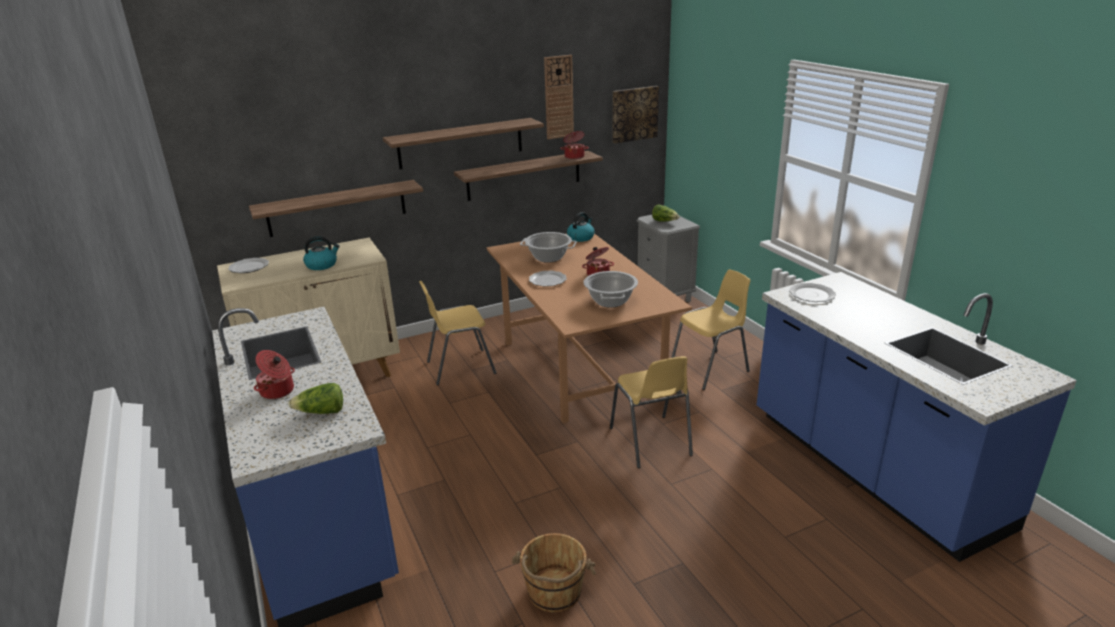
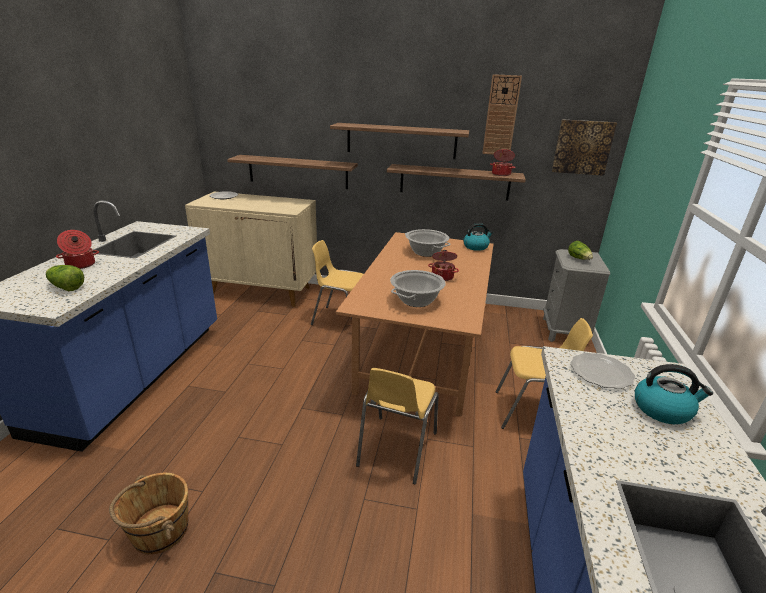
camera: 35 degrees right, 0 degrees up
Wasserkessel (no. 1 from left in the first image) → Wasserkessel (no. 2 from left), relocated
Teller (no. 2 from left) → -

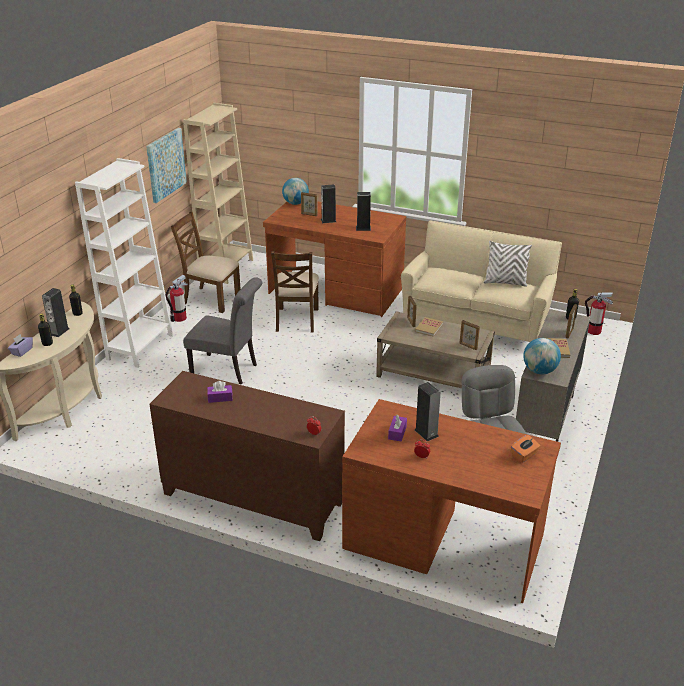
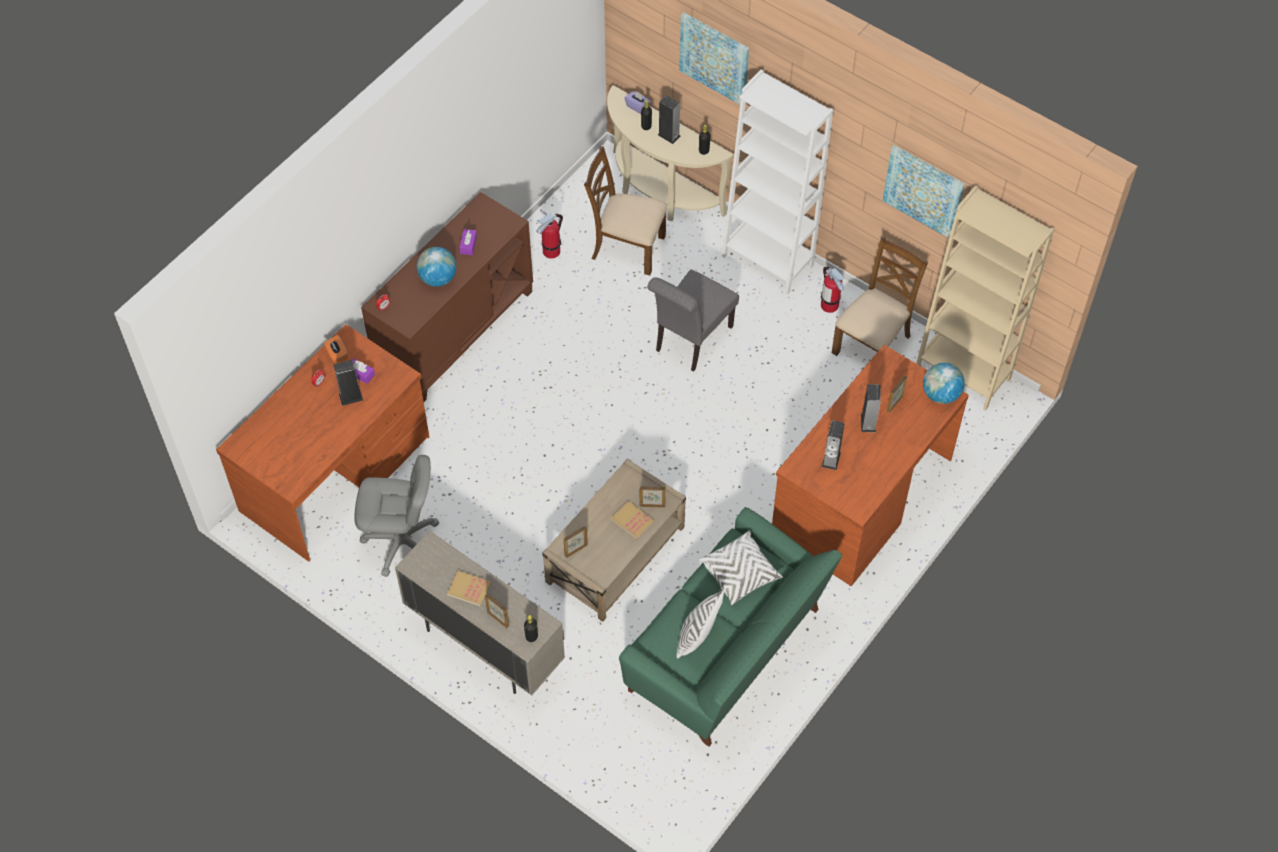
camera: 105 degrees right, 25 degrees up
Sofa (beige) → Sofa (grün)
Stuhl (braun) (no. 2 from left in the first image) → Stuhl (braun) (no. 1 from left), relocated
Feuerlöscher (no. 2 from left in the first image) → Feuerlöscher (no. 1 from left), relocated
Globus (no. 2 from left in the first image) → Globus (no. 1 from left), relocated
Taschentuchbox (orange), relocated
- → Bild (no. 1 from left)
- → Kissen (weiß) (no. 2 from left)

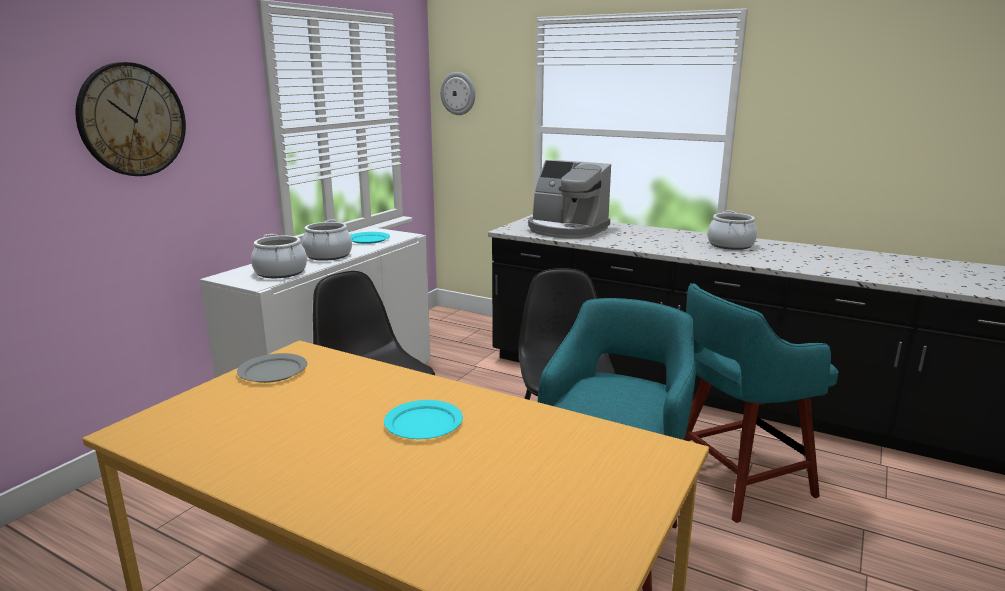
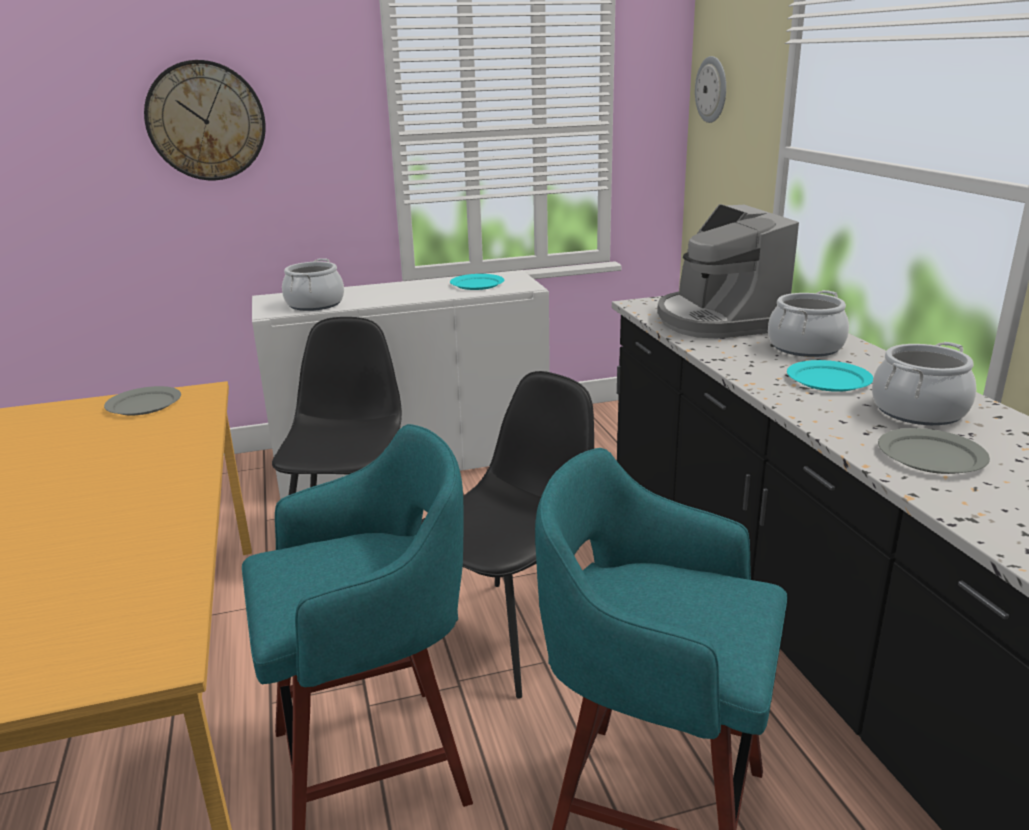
camera: 45 degrees right, 5 degrees up
Kochtopf (no. 2 from left), relocated
Teller (türkis) (no. 2 from left), relocated
- → Teller (grau) (no. 2 from left)

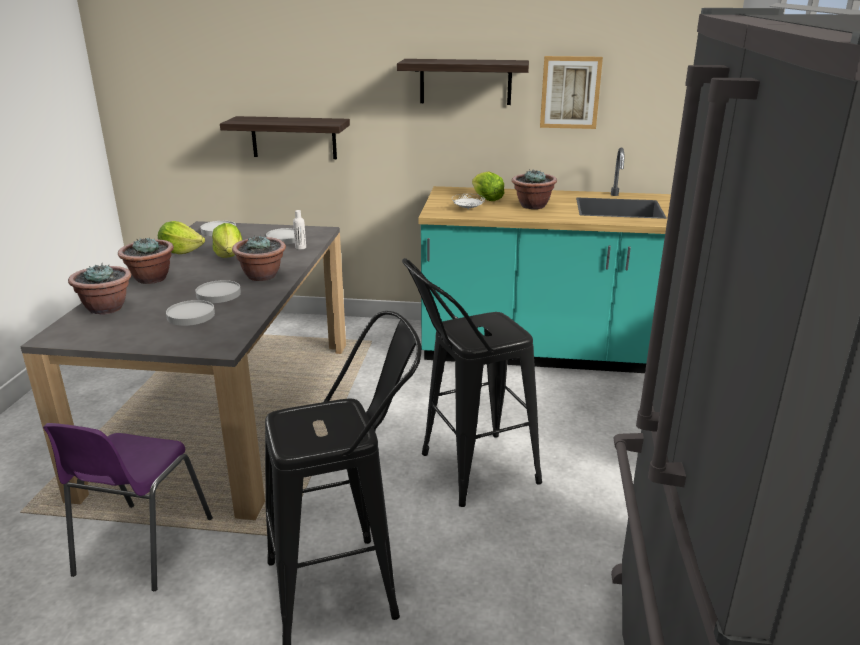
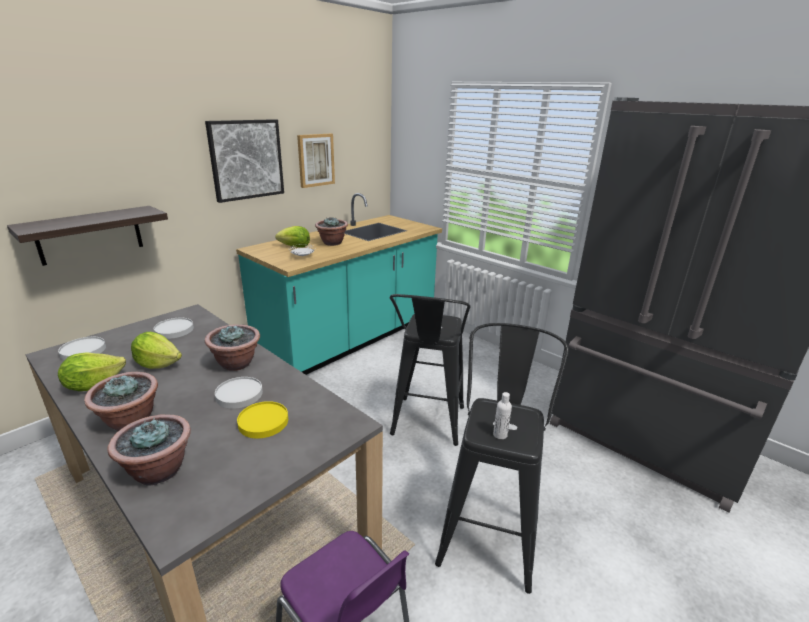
camera: 55 degrees left, 0 degrees up
Wandregal (no. 2 from left) → Bild (no. 1 from left)
Flasche (weiß), relocated
Teller (weiß) (no. 1 from left) → Teller (gelb)

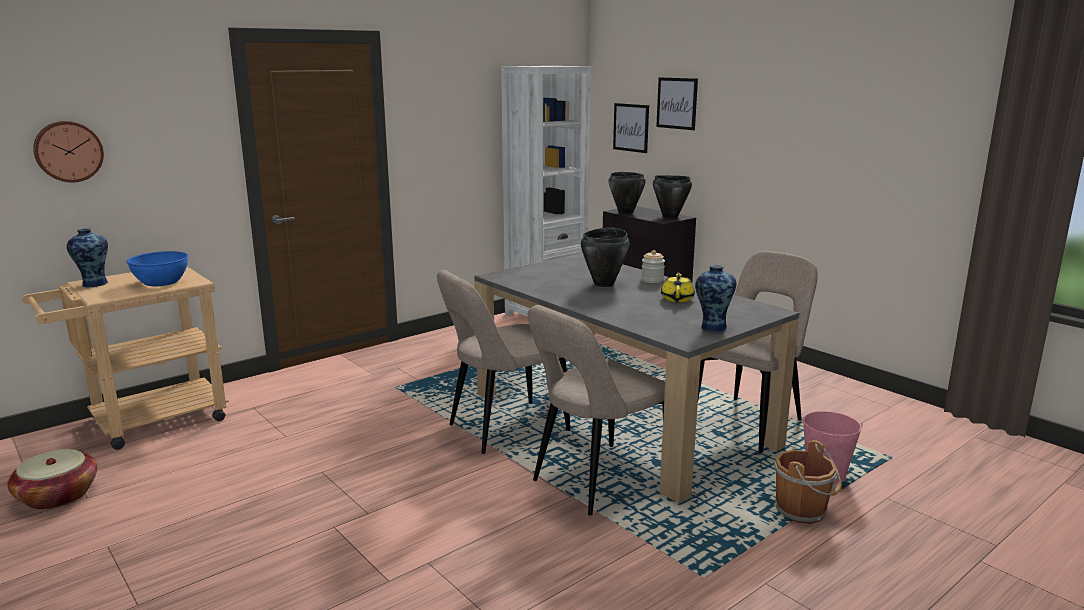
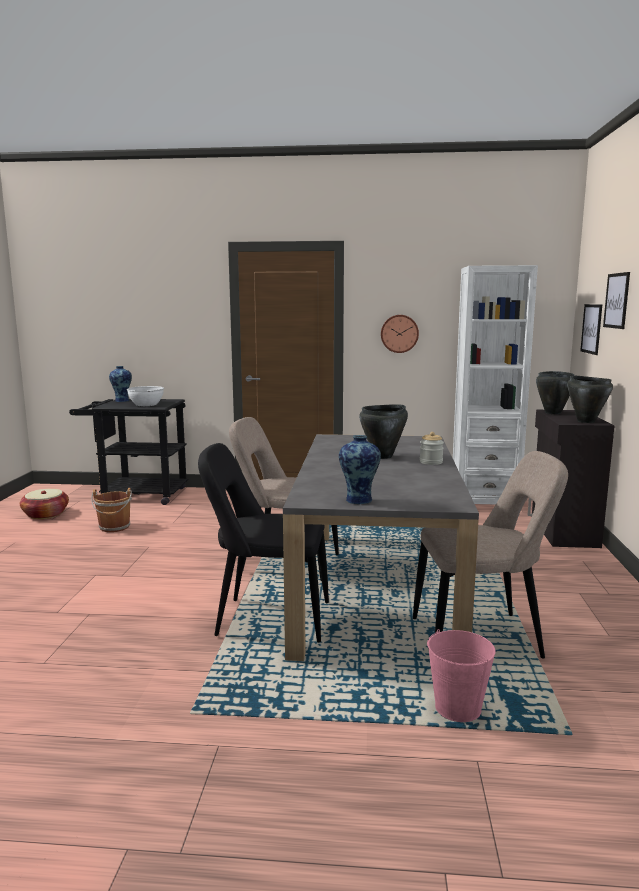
camera: 45 degrees right, 5 degrees down
Wanduhr, relocated
Schüssel (blau) → Schüssel (weiß)
Rollwagen (beige) → Rollwagen (schwarz)
Teekanne (gelb) → -
Stuhl (beige) (no. 2 from left) → Stuhl (schwarz)
Eimer (braun), relocated

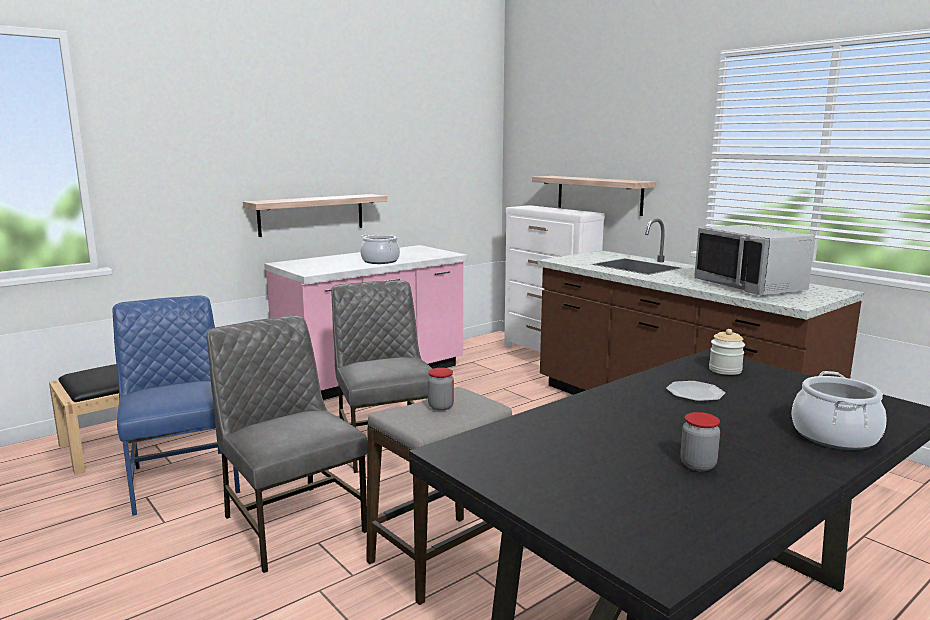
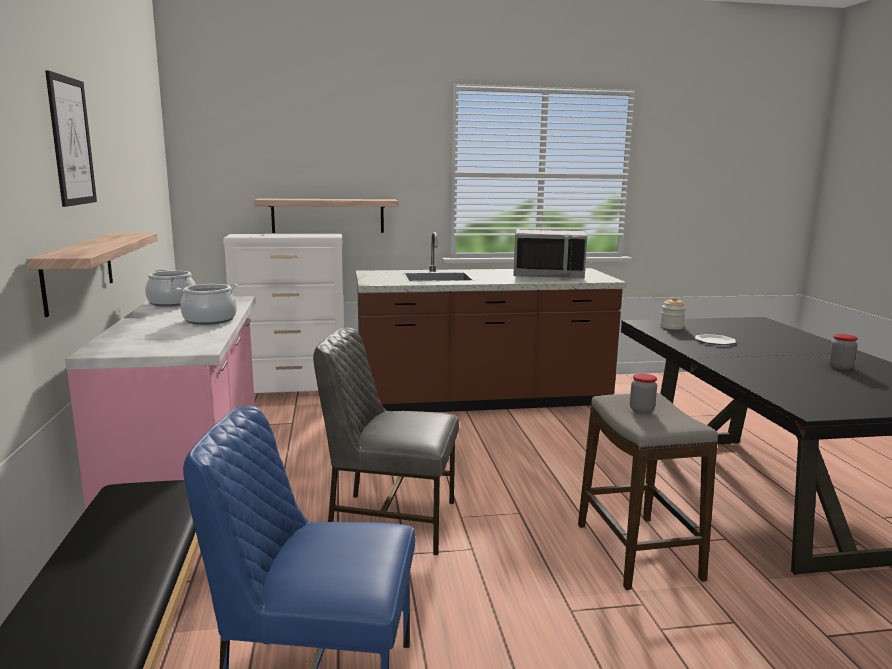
camera: 60 degrees left, 0 degrees up
Stuhl (grau) (no. 1 from left) → -
Kochtopf (no. 2 from left in the first image) → Kochtopf (no. 1 from left), relocated
- → Bild

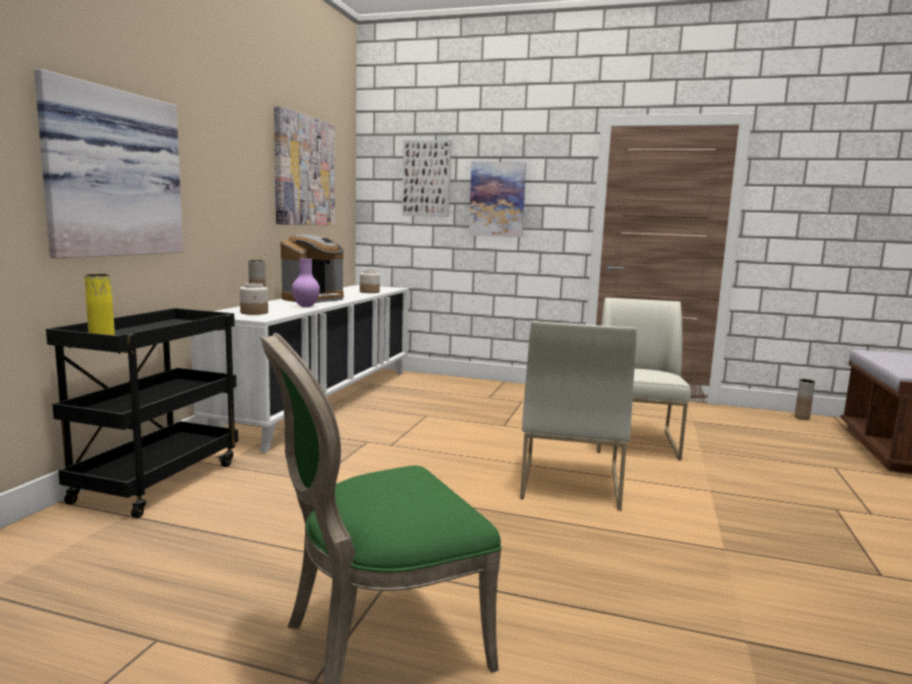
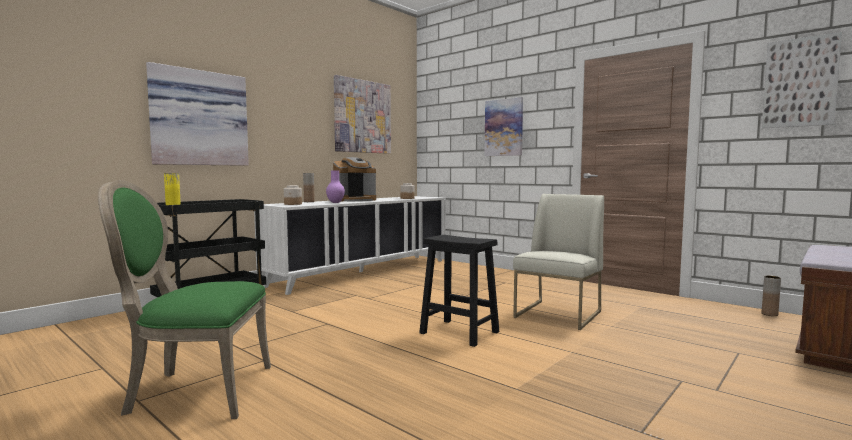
camera: 25 degrees right, 5 degrees down
Bild (no. 3 from left in the first image) → Bild (no. 4 from left), relocated
Stuhl (weiß) (no. 1 from left) → Hocker (schwarz)

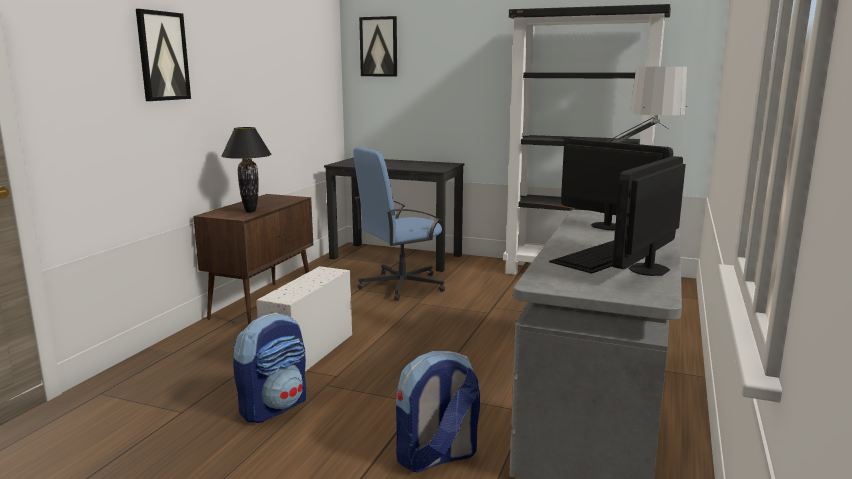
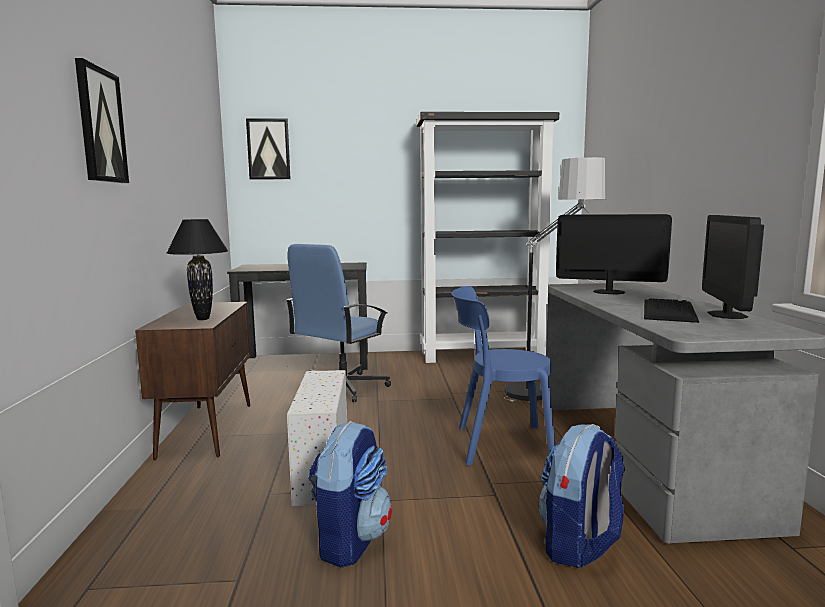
camera: 25 degrees left, 5 degrees down
- → Stuhl (blau)

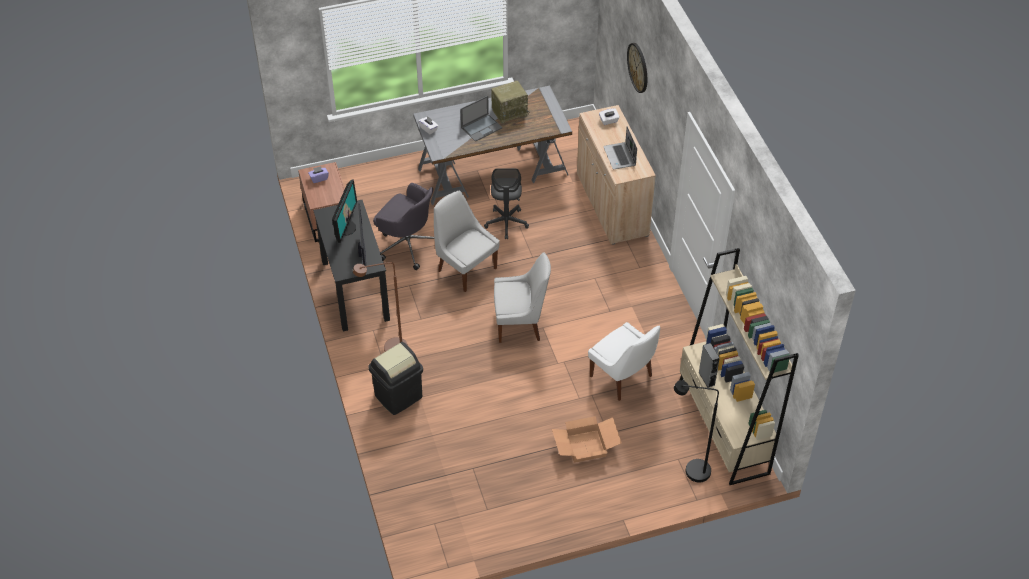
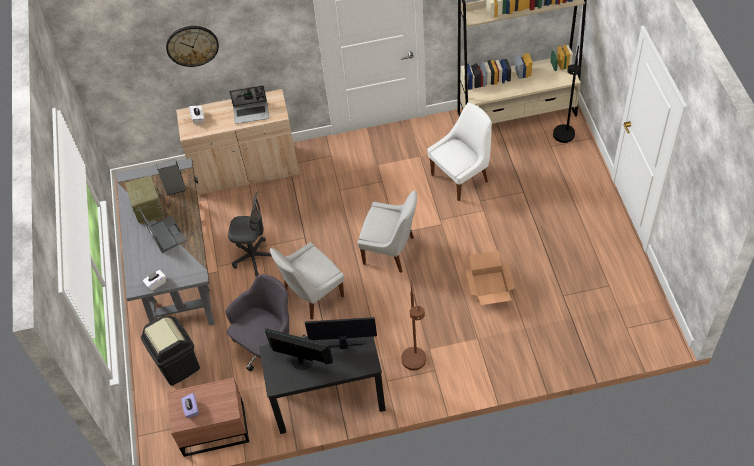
camera: 80 degrees left, 5 degrees up
Stuhl (weiß) (no. 2 from left), 105 degrees clockwise
Mülleimer (schwarz), relocated
Lautsprecher (grau), relocated
Karton, relocated

